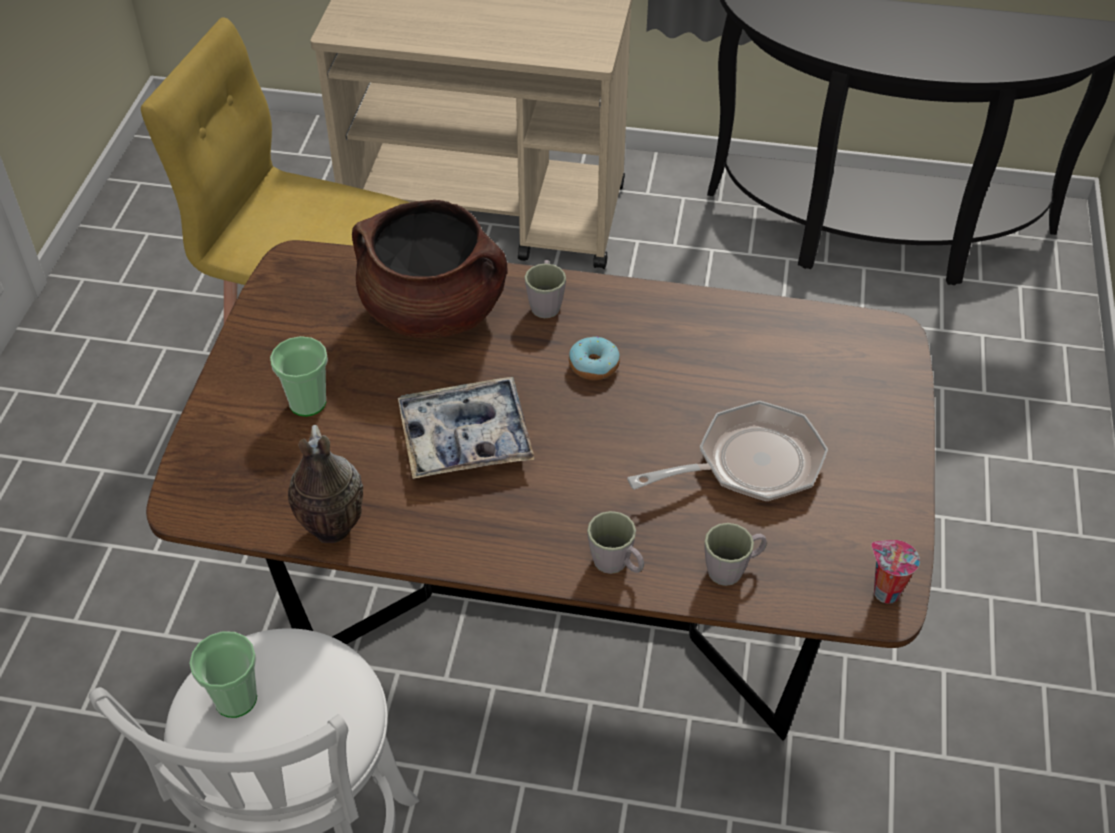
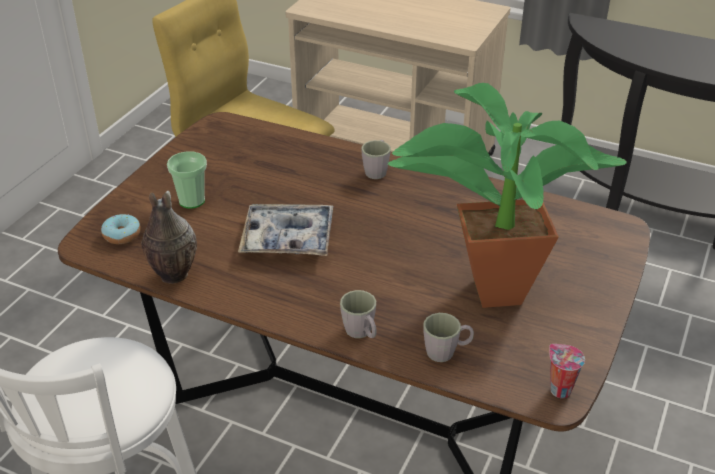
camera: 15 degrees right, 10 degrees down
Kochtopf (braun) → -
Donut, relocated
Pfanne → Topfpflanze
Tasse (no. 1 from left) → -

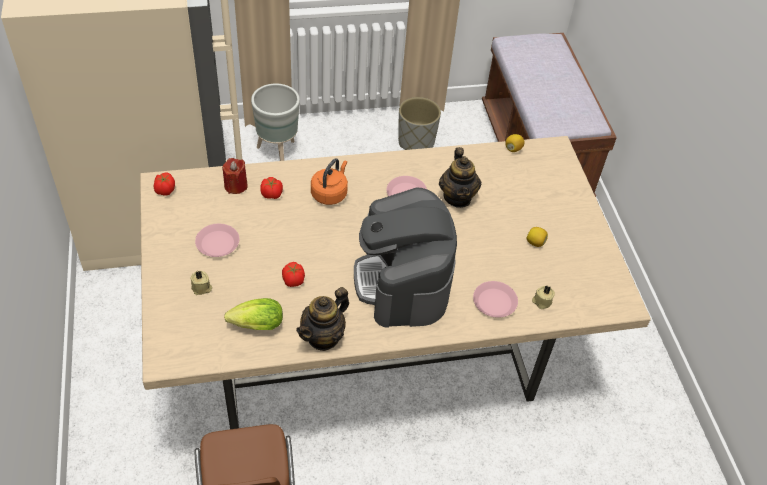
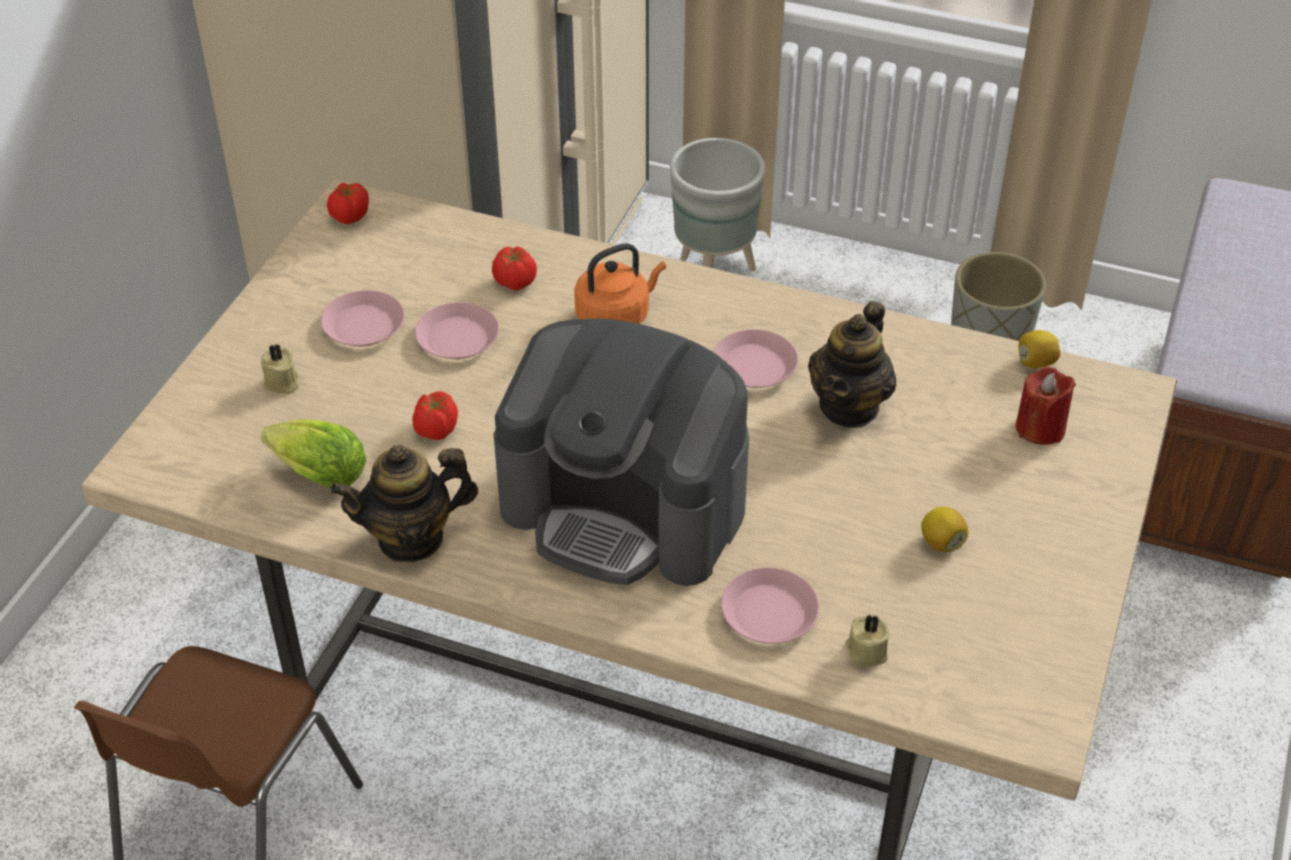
camera: 35 degrees right, 5 degrees down
Kerze (rot), relocated
Kaffeemaschine, 90 degrees counterclockwise
- → Teller (rosa) (no. 2 from left)

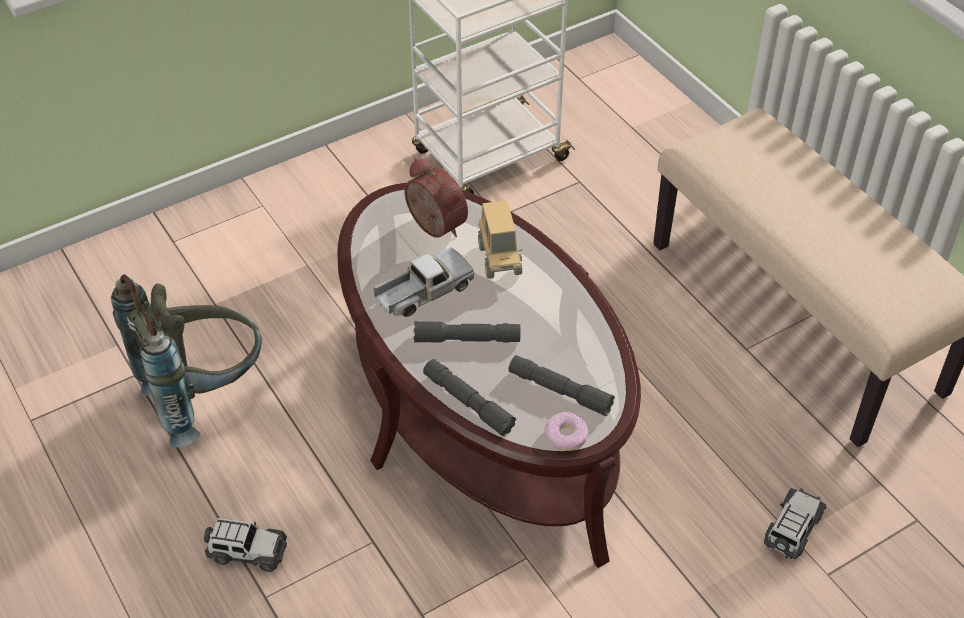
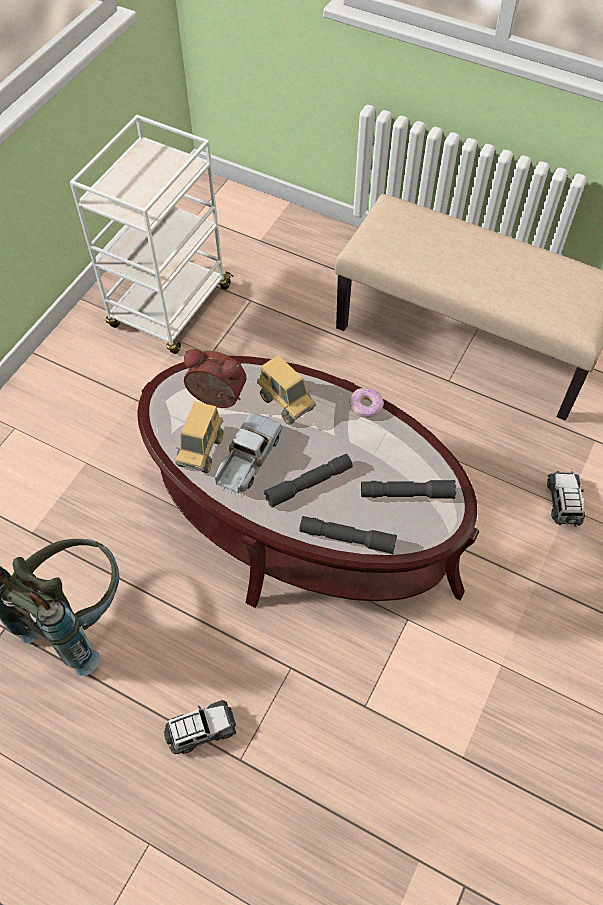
camera: 30 degrees left, 10 degrees up
Donut, relocated
- → Spielzeuglaster (no. 1 from left)

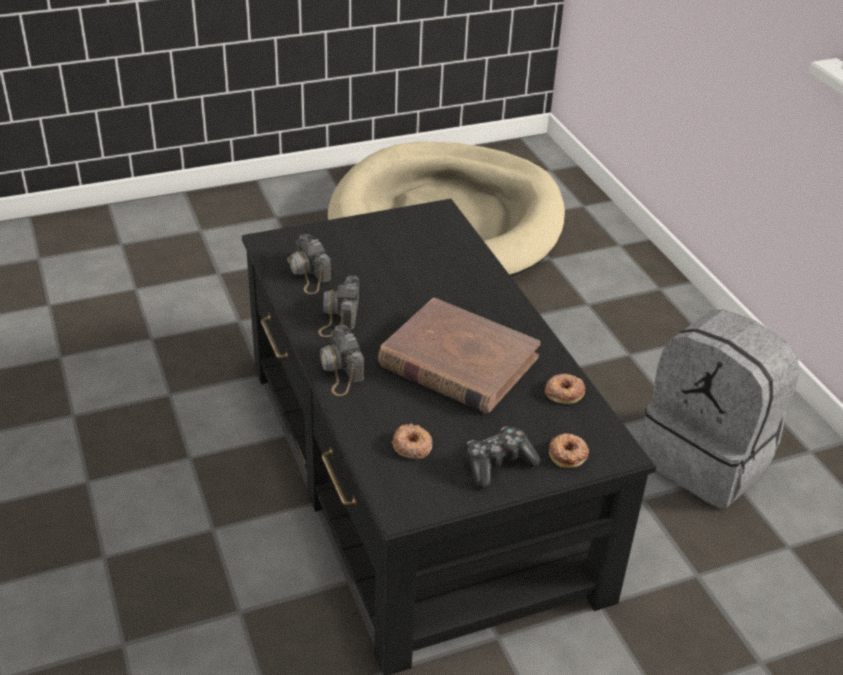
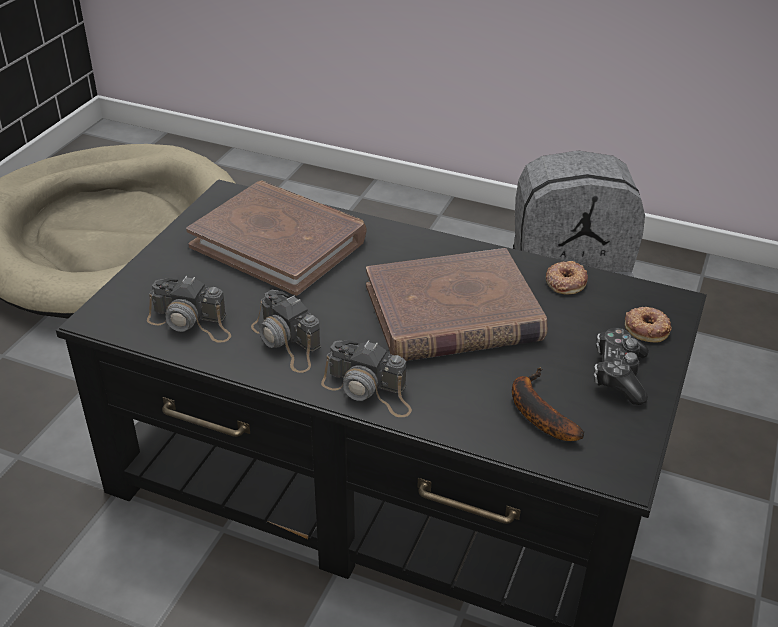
camera: 45 degrees left, 0 degrees up
Donut (no. 1 from left) → Banane
- → Buch (braun) (no. 1 from left)

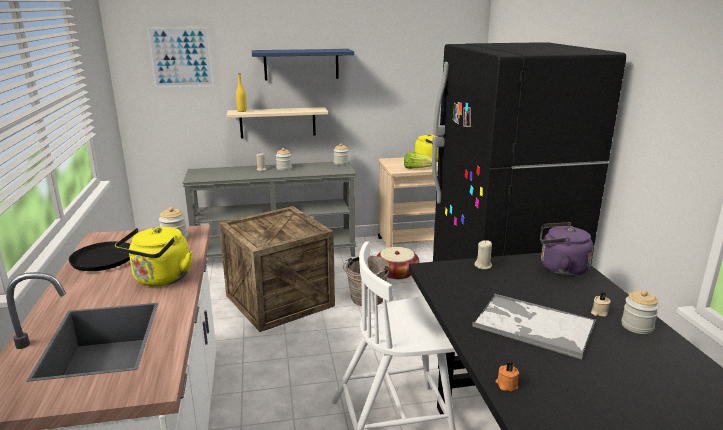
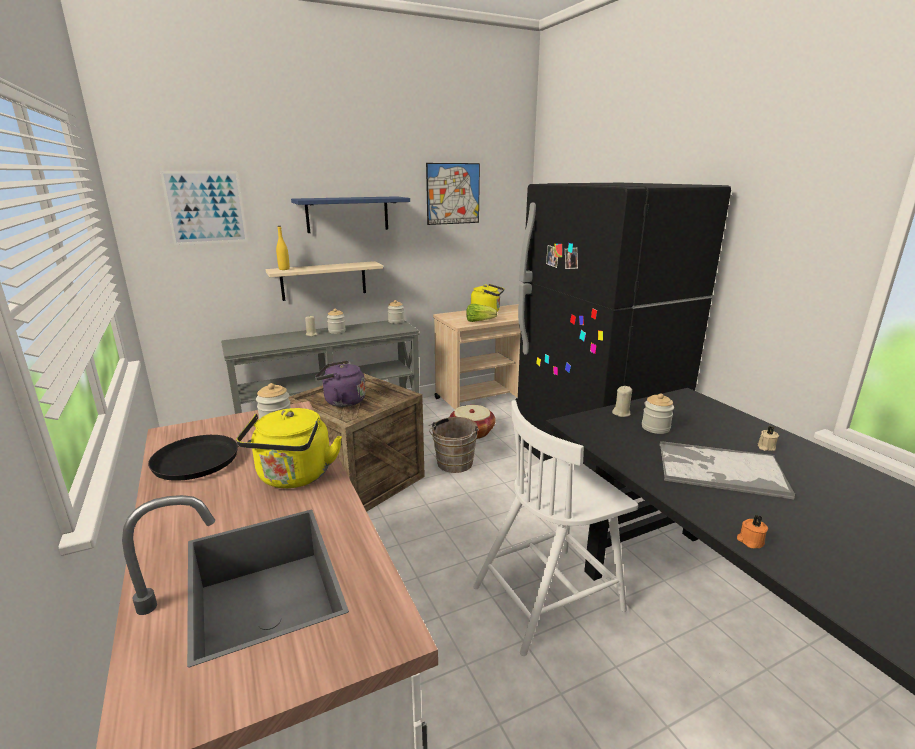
camera: 15 degrees left, 0 degrees up
Wasserkessel (lila), relocated
Vorratsglas (no. 4 from left), relocated
- → Bild (no. 2 from left)

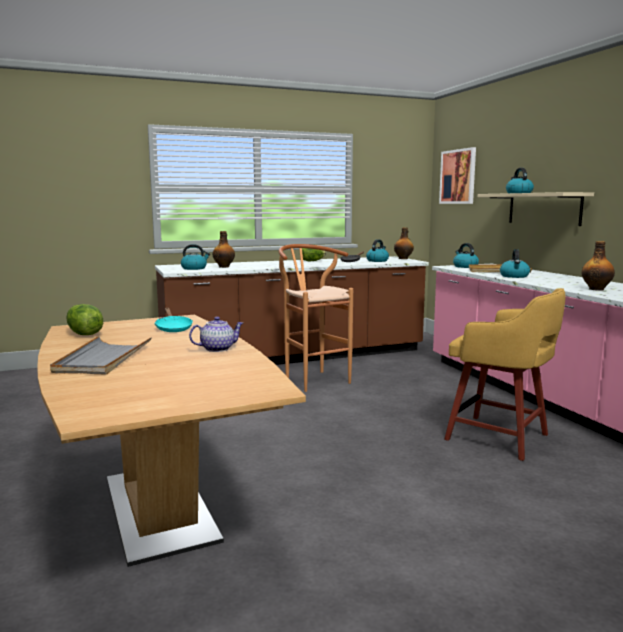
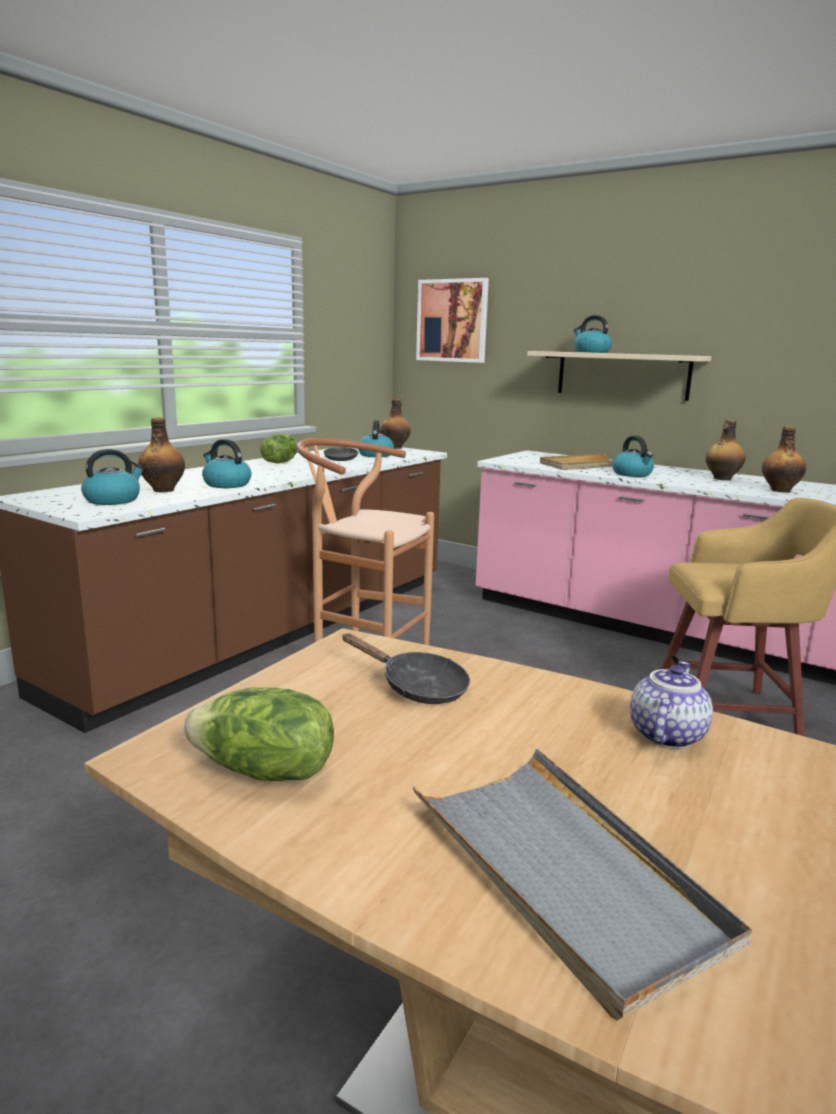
camera: 35 degrees left, 5 degrees up
Wasserkessel (no. 3 from left in the first image) → Wasserkessel (no. 2 from left), relocated
Pfanne (türkis) → Pfanne (schwarz) (no. 2 from left)
- → Flasche (no. 3 from left)

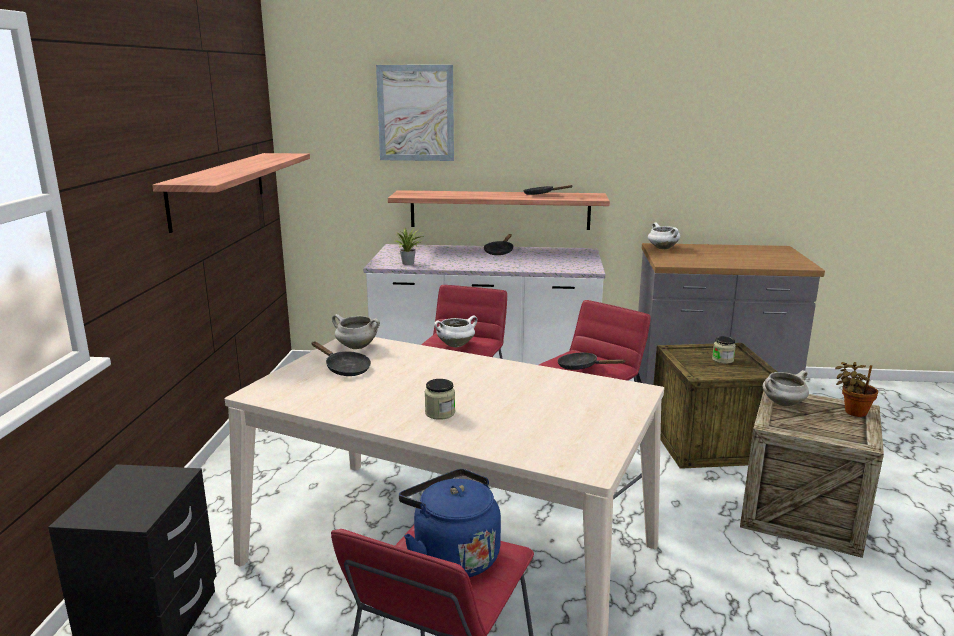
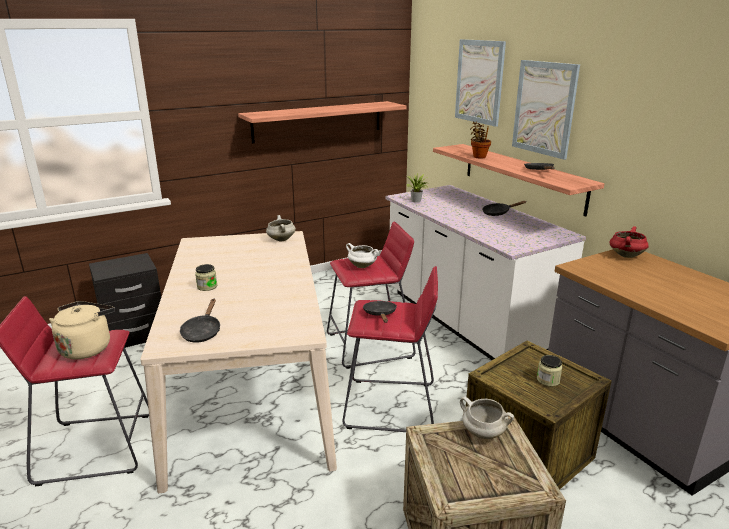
camera: 55 degrees right, 5 degrees up
Kochtopf (weiß) (no. 3 from left) → Kochtopf (rot)
Pfanne (schwarz) (no. 1 from left), relocated
Topfpflanze (no. 2 from left), relocated
Wasserkessel (blau) → Wasserkessel (beige)
- → Bild (no. 2 from left)

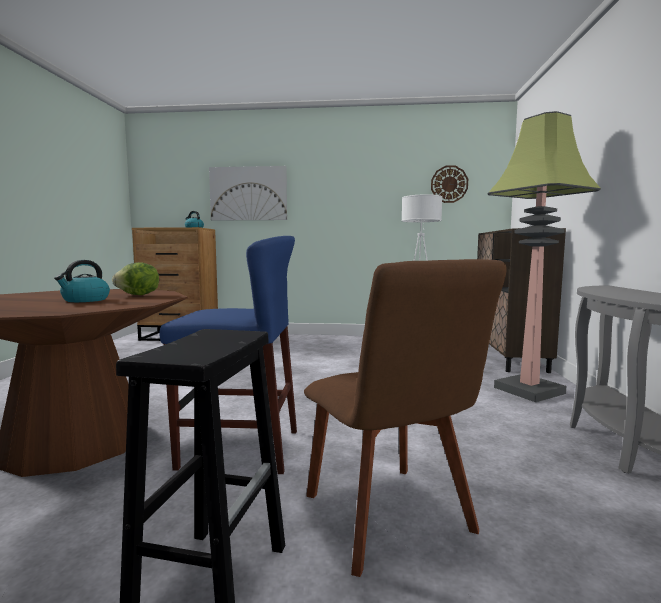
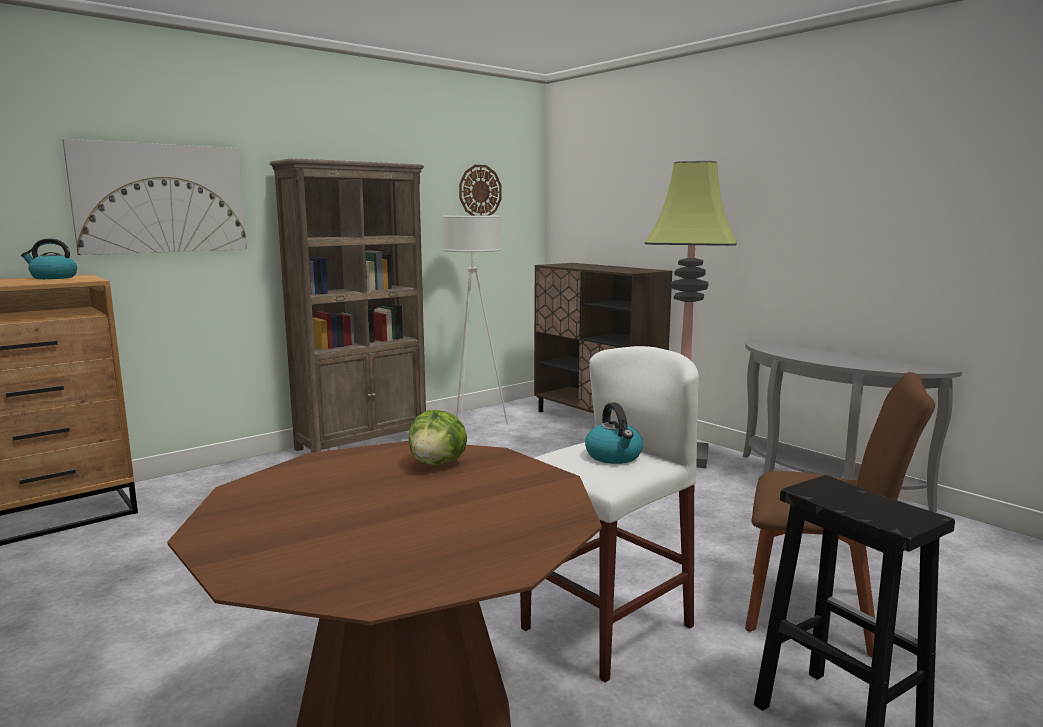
camera: 45 degrees left, 5 degrees up
Hocker (blau) → Hocker (weiß)
Wasserkessel (no. 1 from left in the first image) → Wasserkessel (no. 2 from left), relocated
- → Bücherregal (braun)

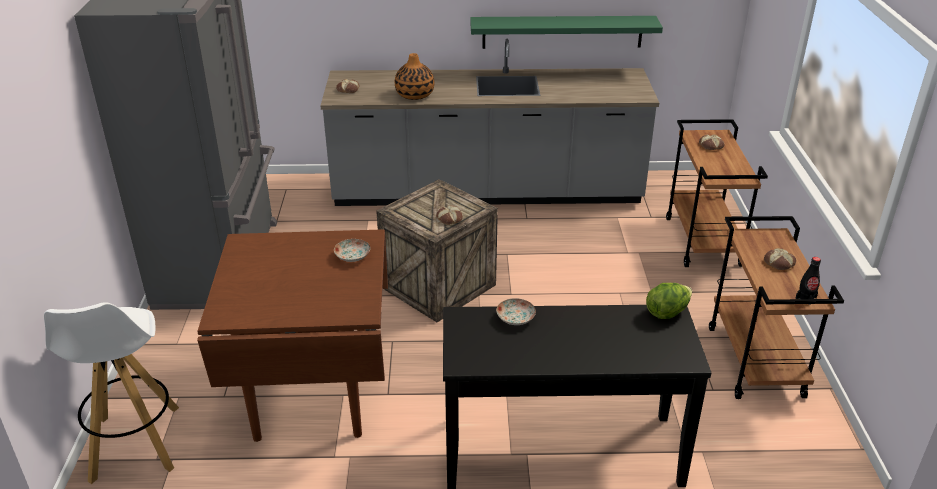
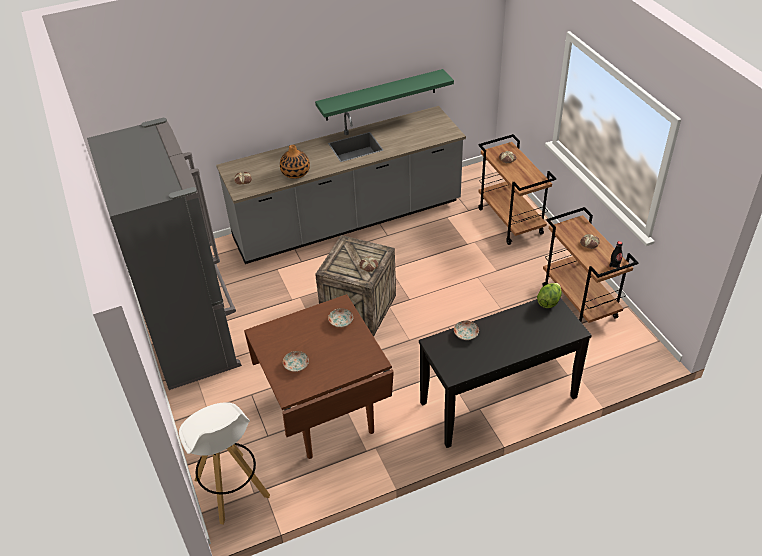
camera: 20 degrees left, 10 degrees up
- → Teller (no. 1 from left)

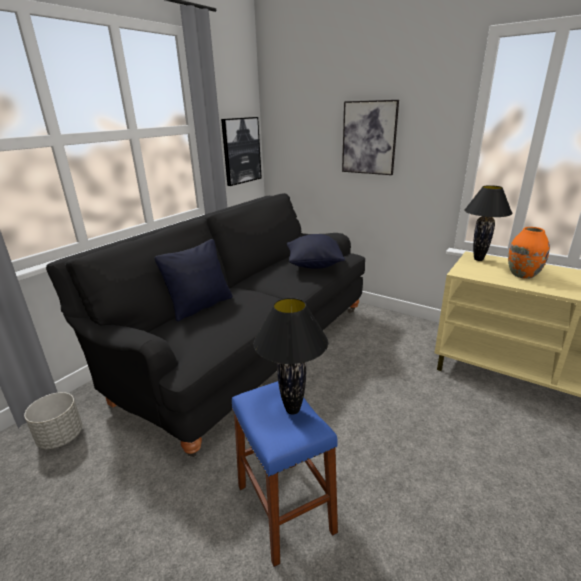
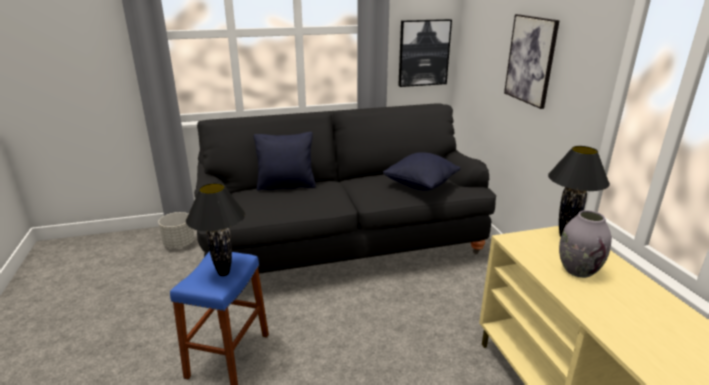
camera: 40 degrees right, 0 degrees up
Vase (orange) → Vase (grau)

